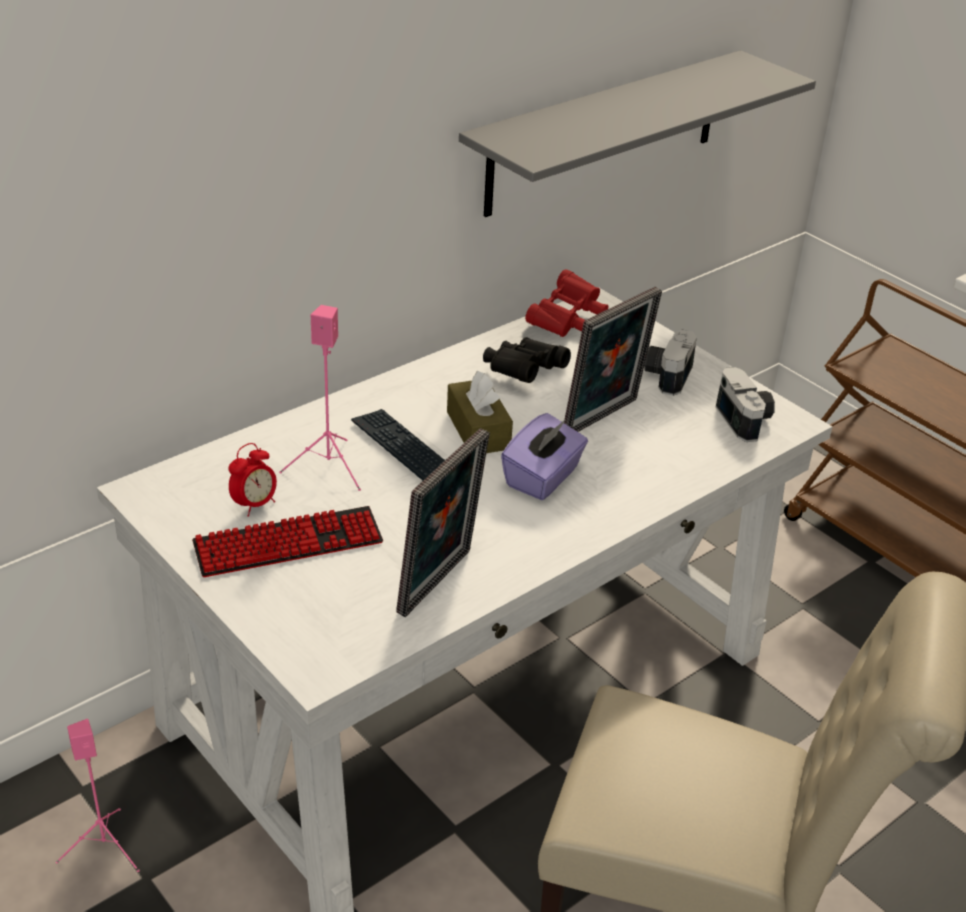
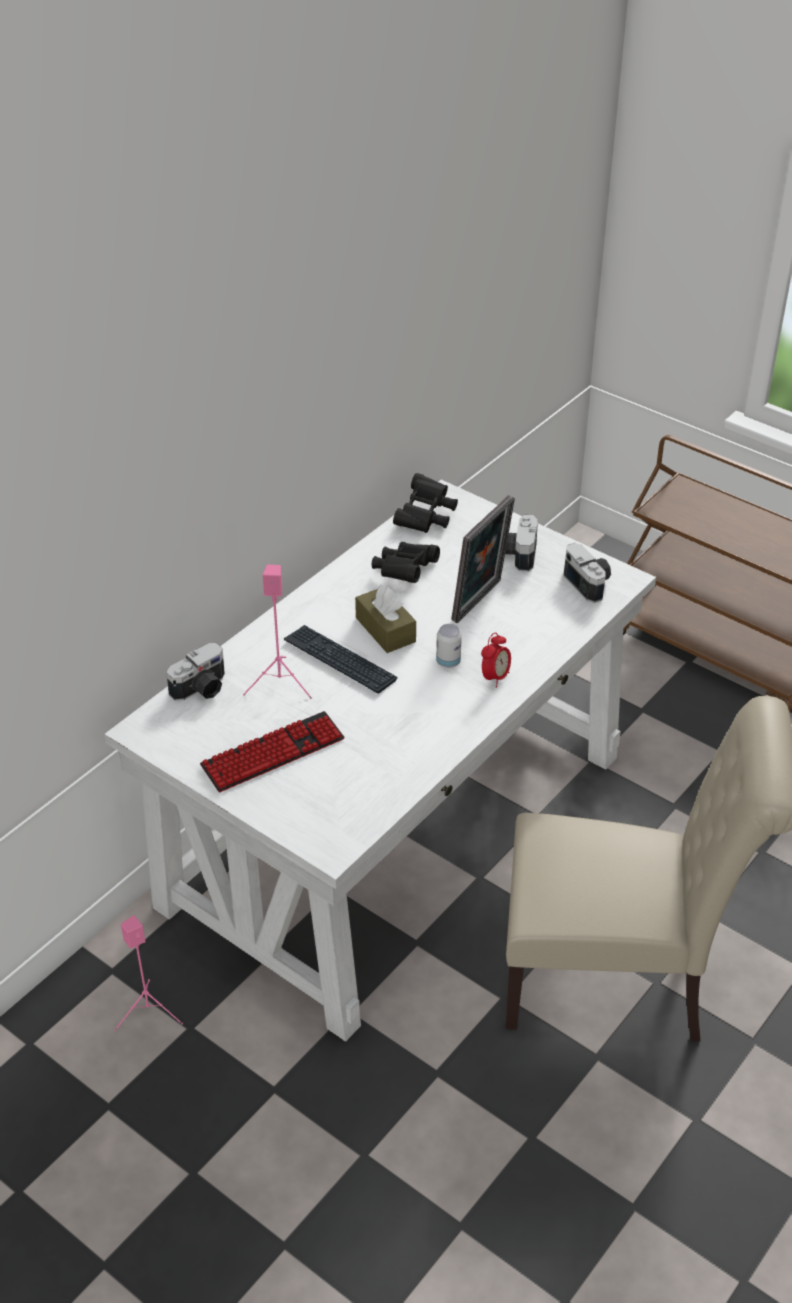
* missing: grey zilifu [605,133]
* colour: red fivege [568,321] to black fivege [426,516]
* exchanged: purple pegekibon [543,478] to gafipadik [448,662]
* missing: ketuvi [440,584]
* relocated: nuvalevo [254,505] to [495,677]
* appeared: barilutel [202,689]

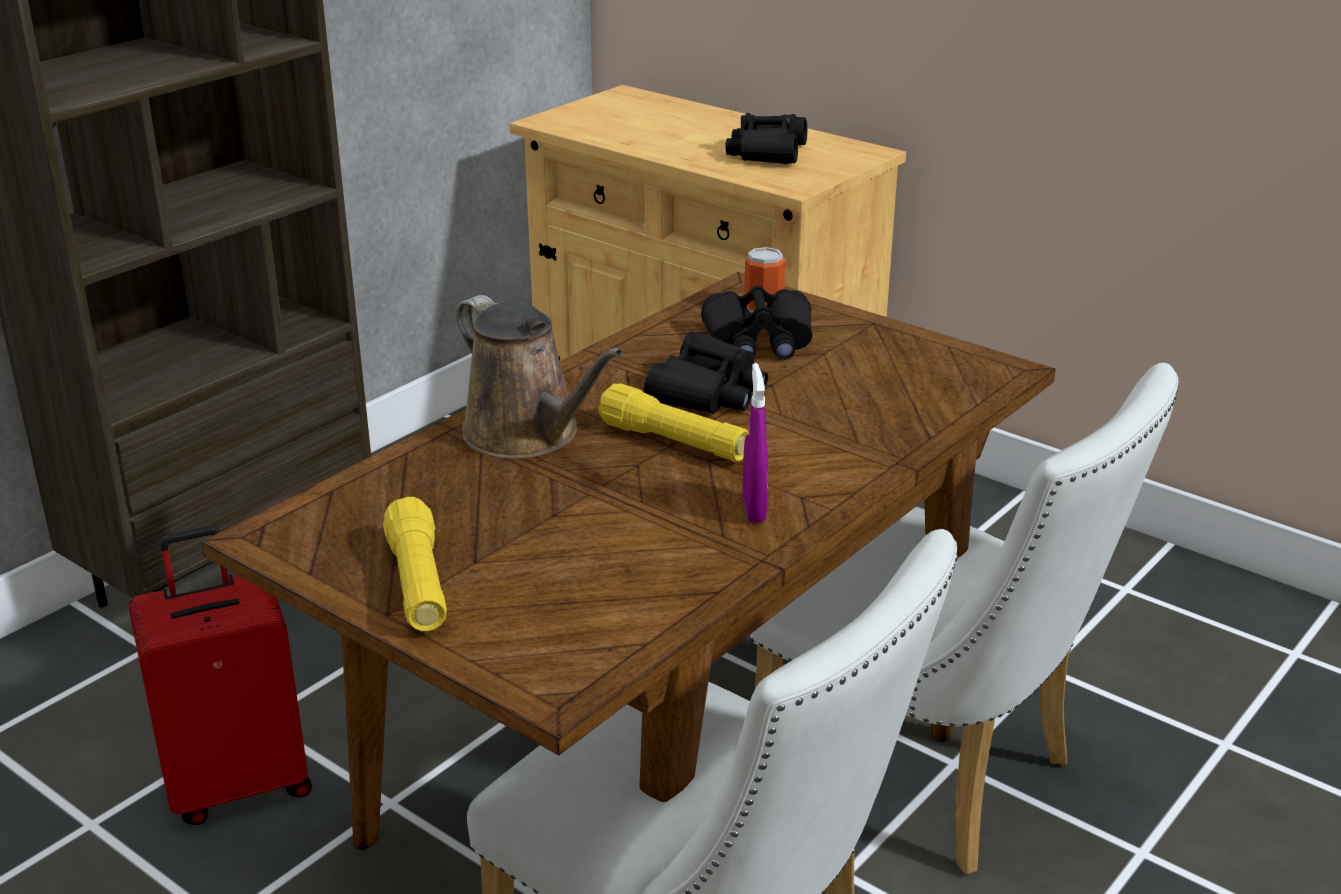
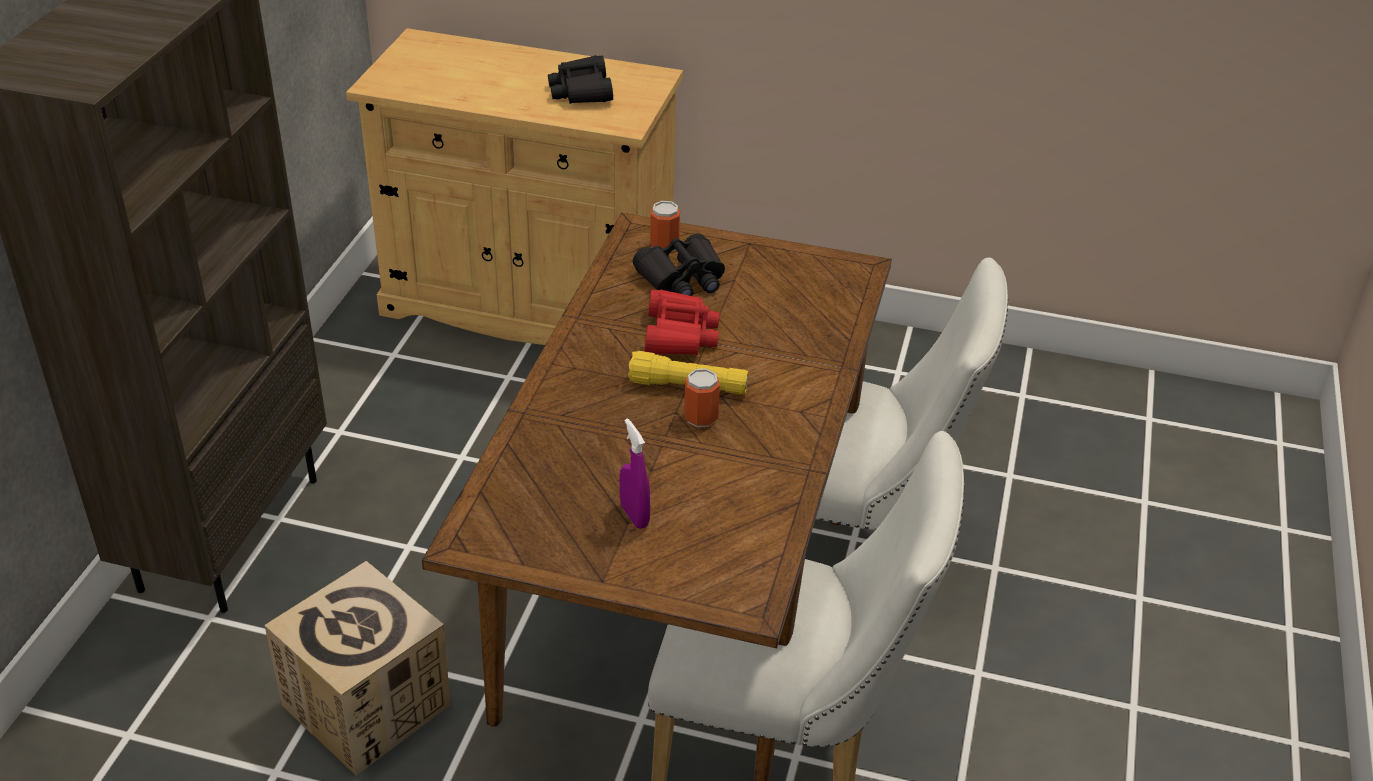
* missing: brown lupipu [528,435]
* colour: black fivege [708,392] to red fivege [679,335]
* relocated: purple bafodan [754,509] to [634,516]
* missing: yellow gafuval [418,584]
* exchanged: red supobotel [238,784] to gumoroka [367,705]
* appeared: gafipadik [700,417]

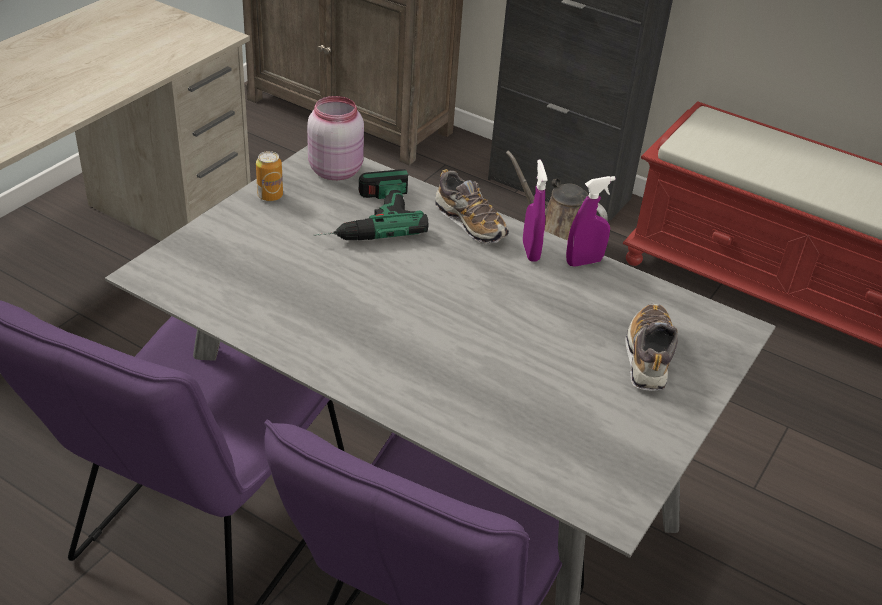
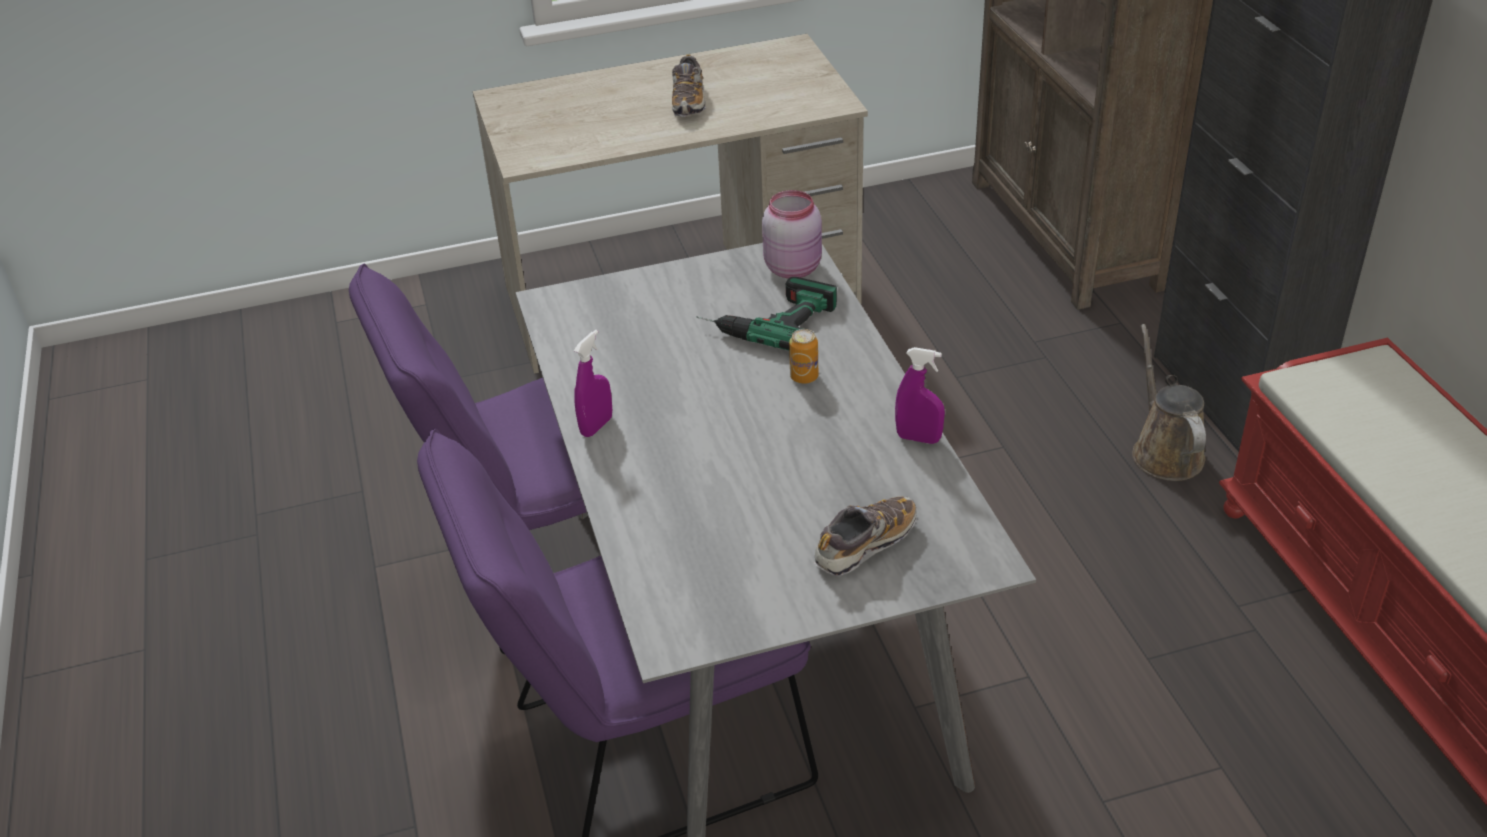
* relocated: gafipadik [270,196] to [804,377]
* relocated: purple bafodan [530,251] to [596,426]
* relocated: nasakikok [470,223] to [689,102]

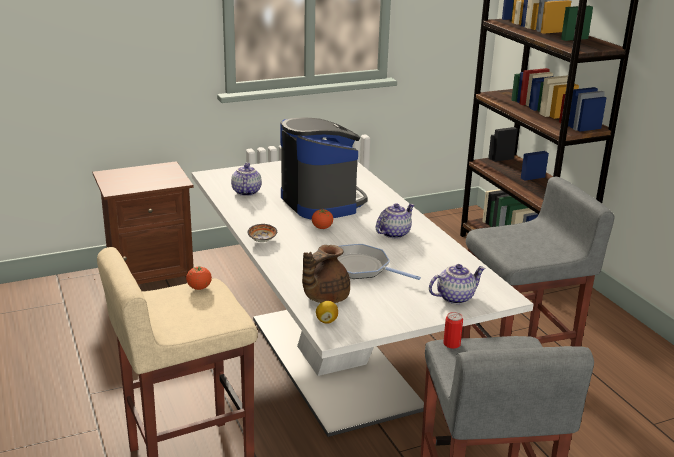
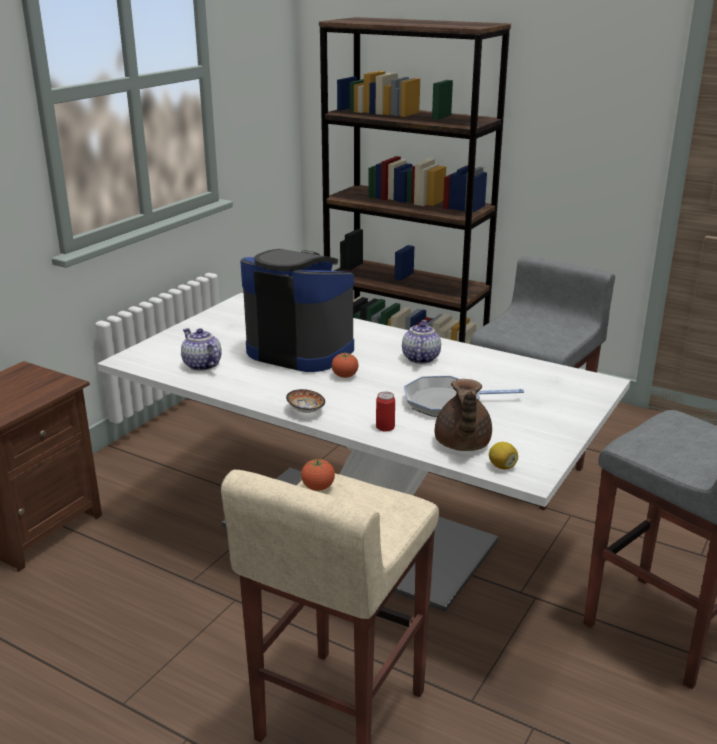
* missing: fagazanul [455,297]
* relocated: gafipadik [451,344] to [385,427]

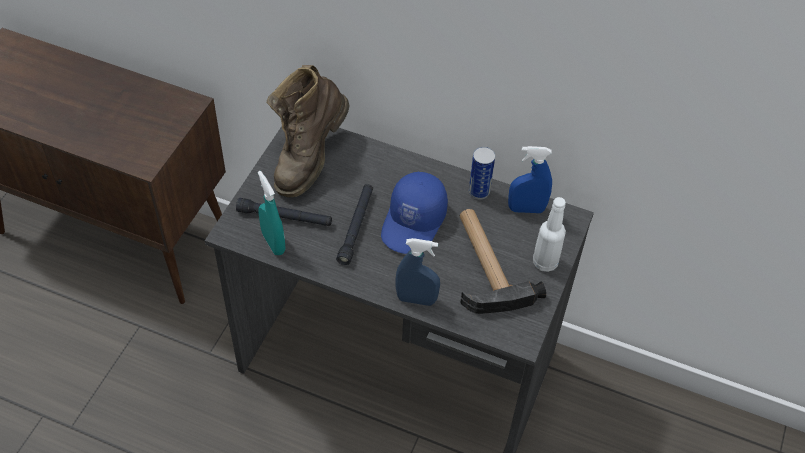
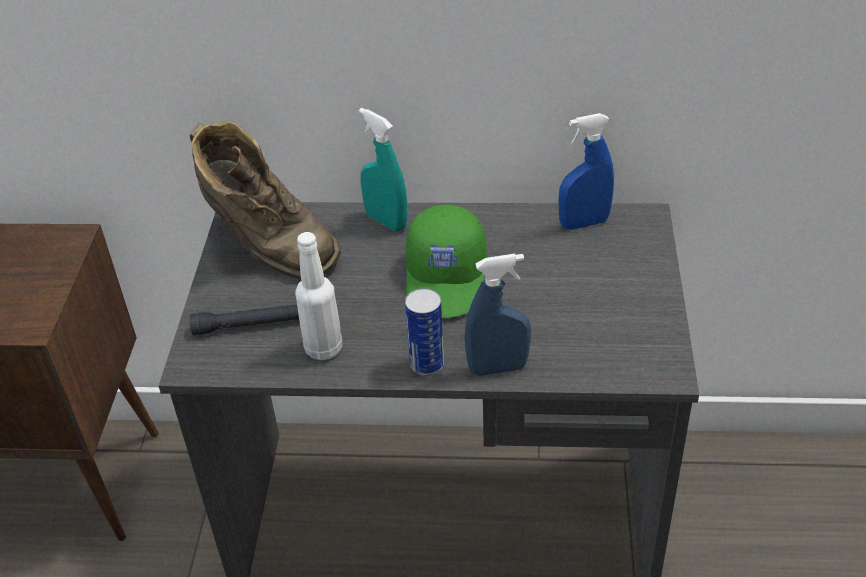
* spun: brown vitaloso [309,159] = [267,247] 60 degrees counterclockwise
* relocated: gafipadik [479,192] to [427,365]
* relocated: turquoise bafodan [273,243] to [386,221]
* colour: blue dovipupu [414,223] to green dovipupu [447,279]
* missing: black gafuval [356,227]
* relocated: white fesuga [545,262] to [324,348]
* missing: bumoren [485,264]

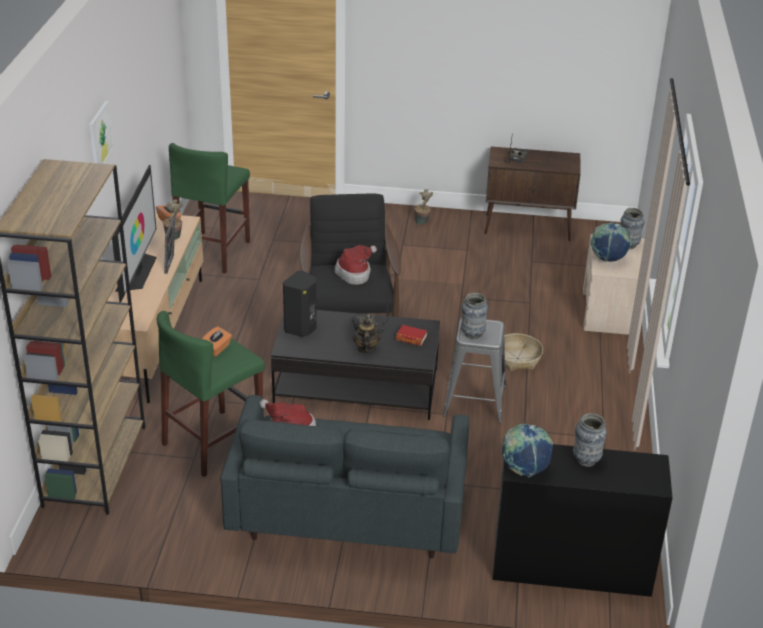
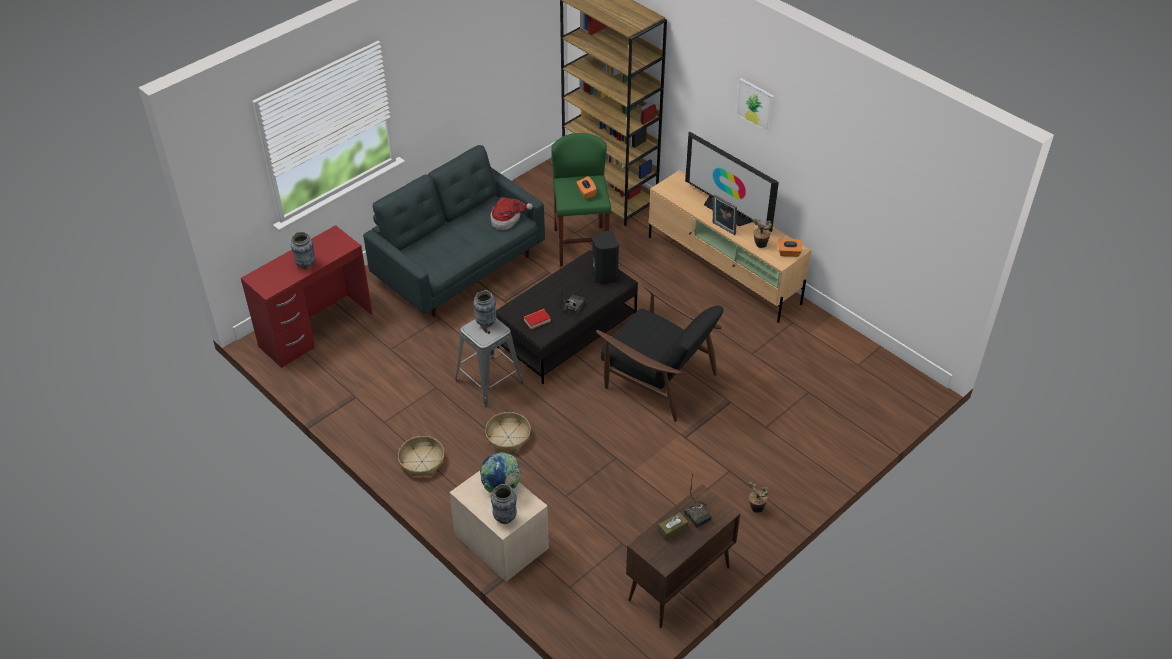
* missing: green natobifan [213,252]
* missing: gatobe [355,273]
* missing: fagazanul [365,349]
* missing: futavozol [524,470]
* colour: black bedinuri [571,566] to red bedinuri [316,330]
* appeared: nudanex [422,461]
* appeared: brown pegekibon [672,530]

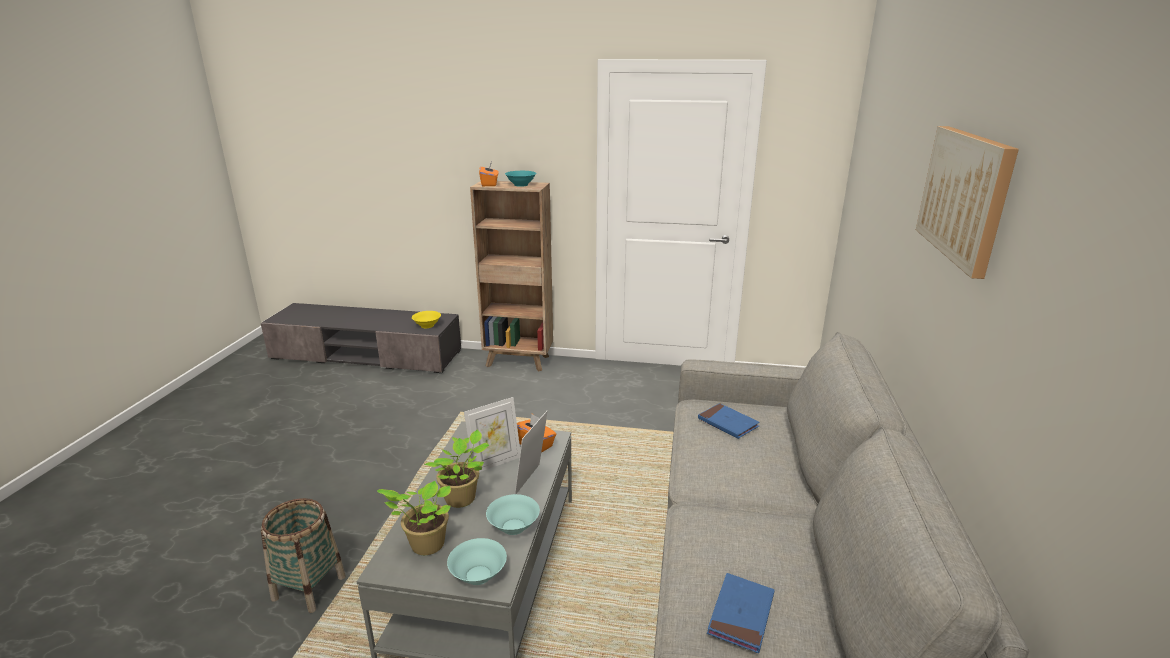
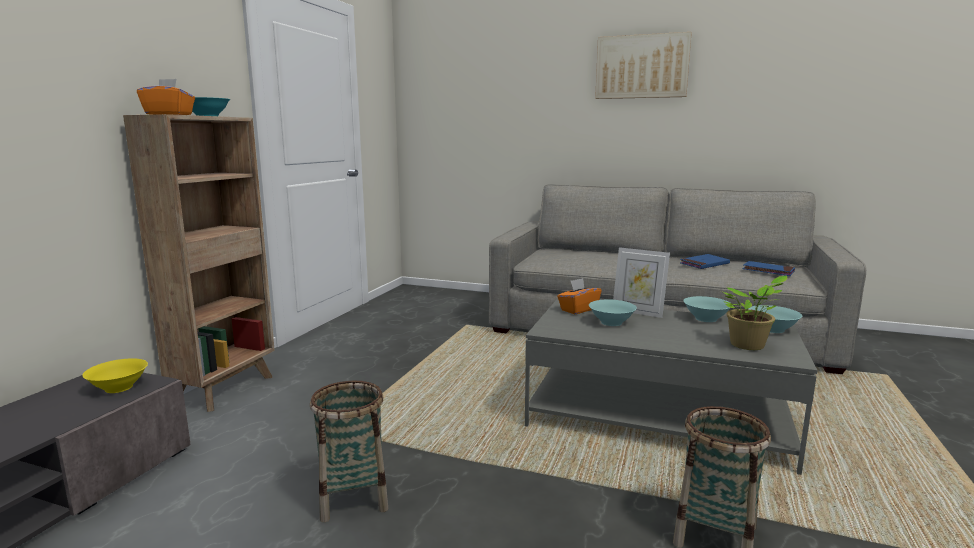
* exchanged: ketuvi [495,462] to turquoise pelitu [611,322]
* relocated: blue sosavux [728,423] to [704,264]
* missing: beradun [462,499]
* appeared: nudanex [353,497]

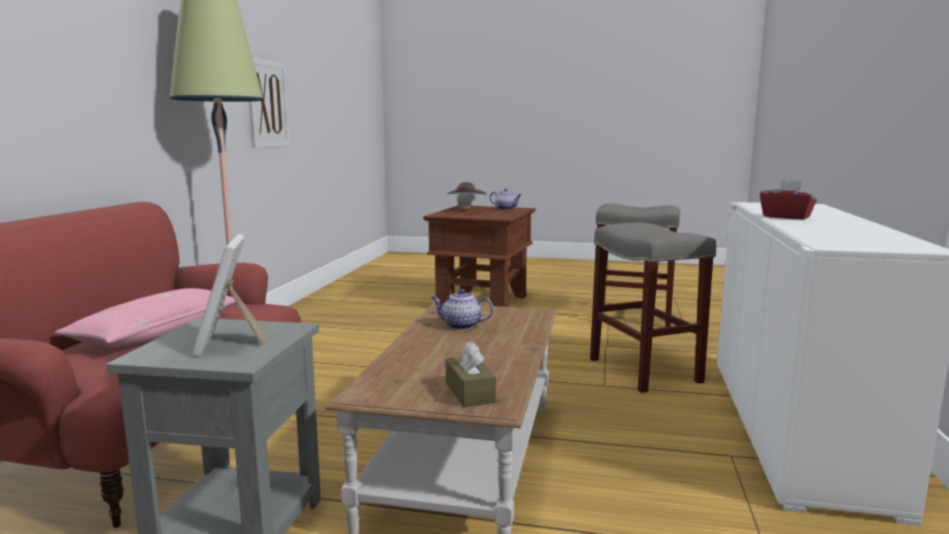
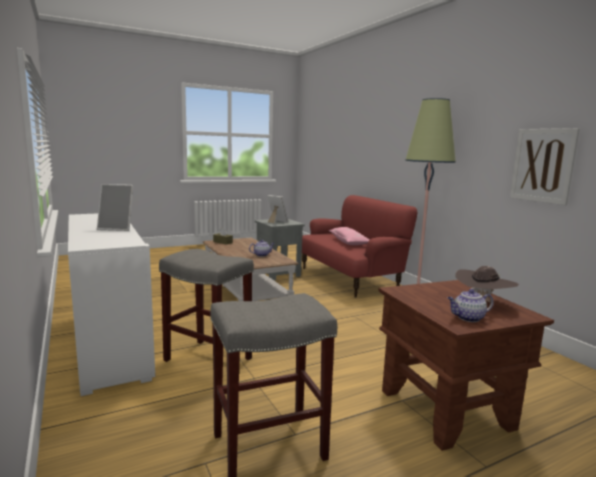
* exchanged: red pegekibon [786,217] to ketuvi [118,228]

